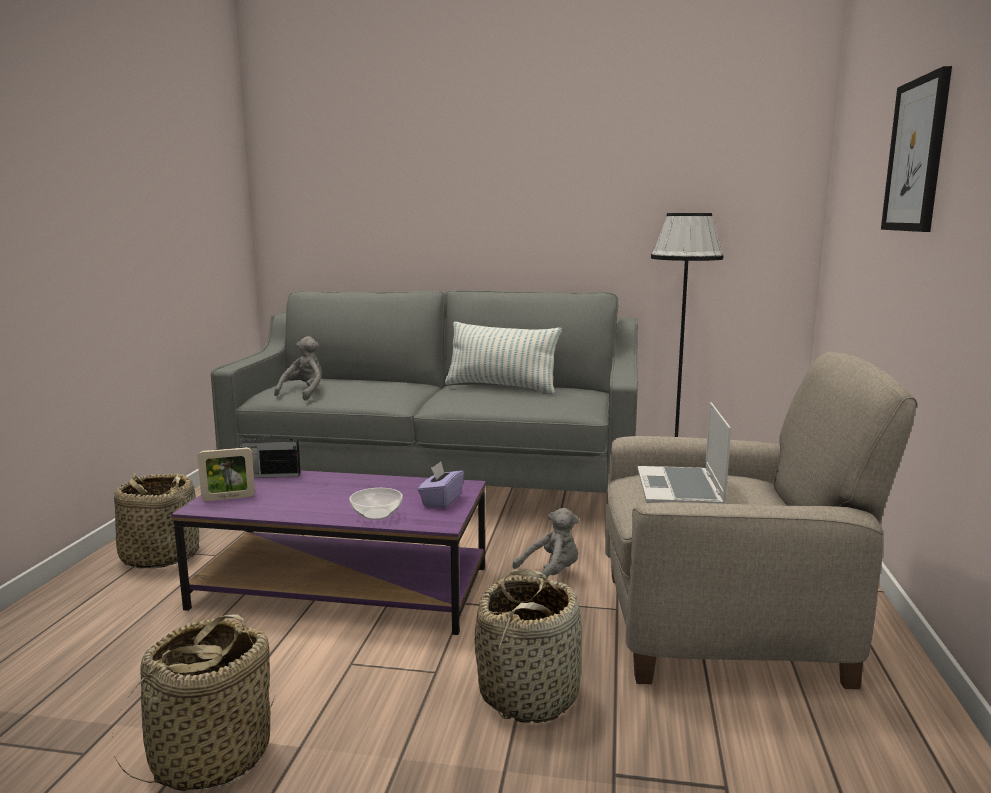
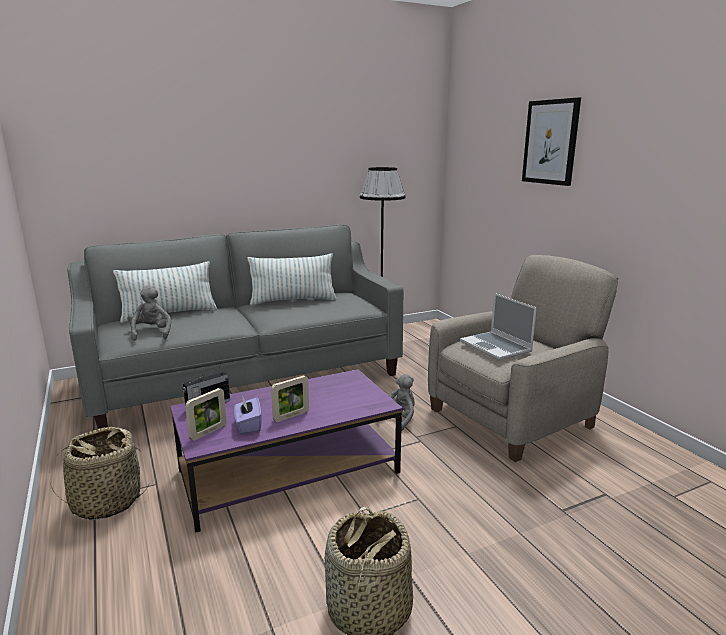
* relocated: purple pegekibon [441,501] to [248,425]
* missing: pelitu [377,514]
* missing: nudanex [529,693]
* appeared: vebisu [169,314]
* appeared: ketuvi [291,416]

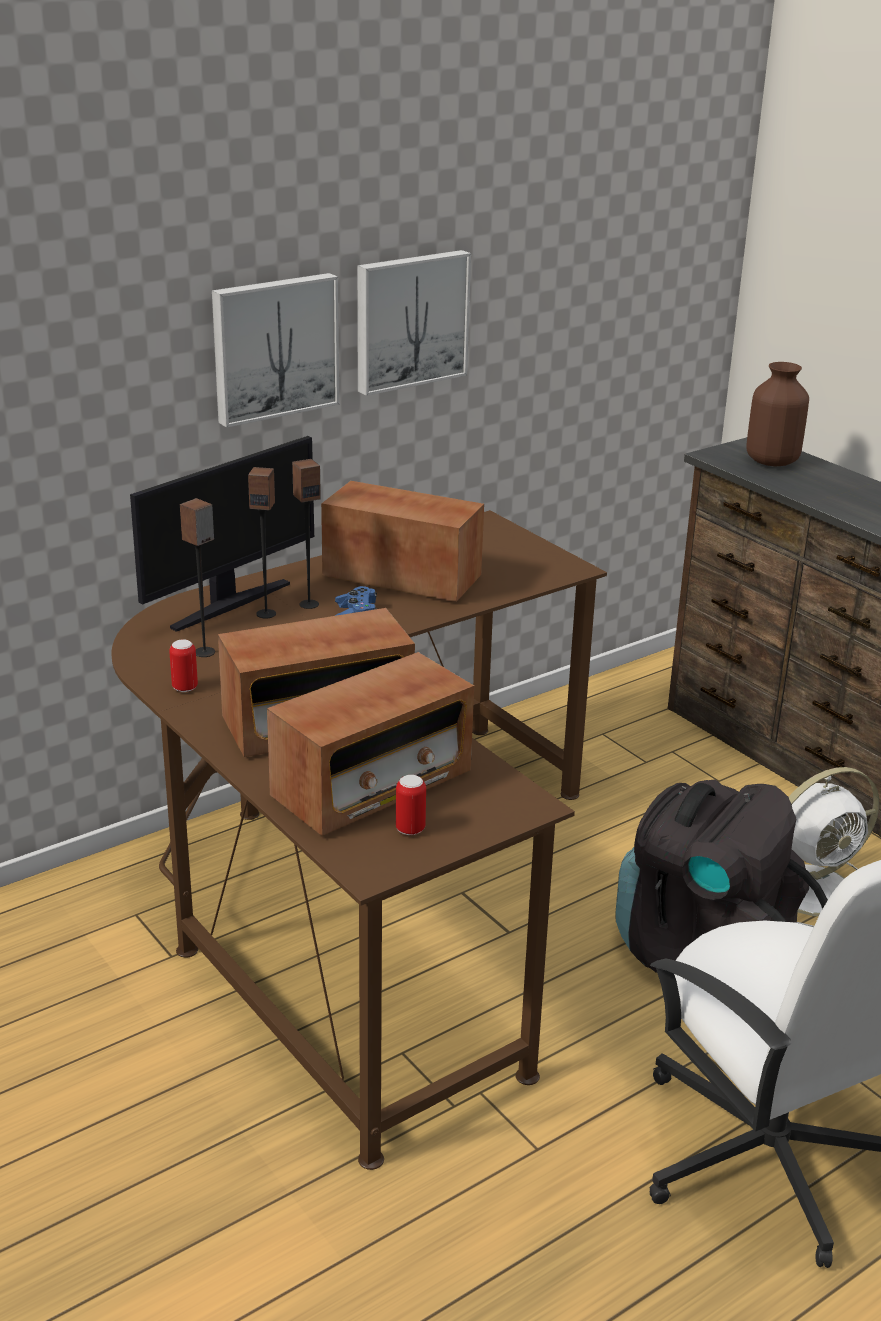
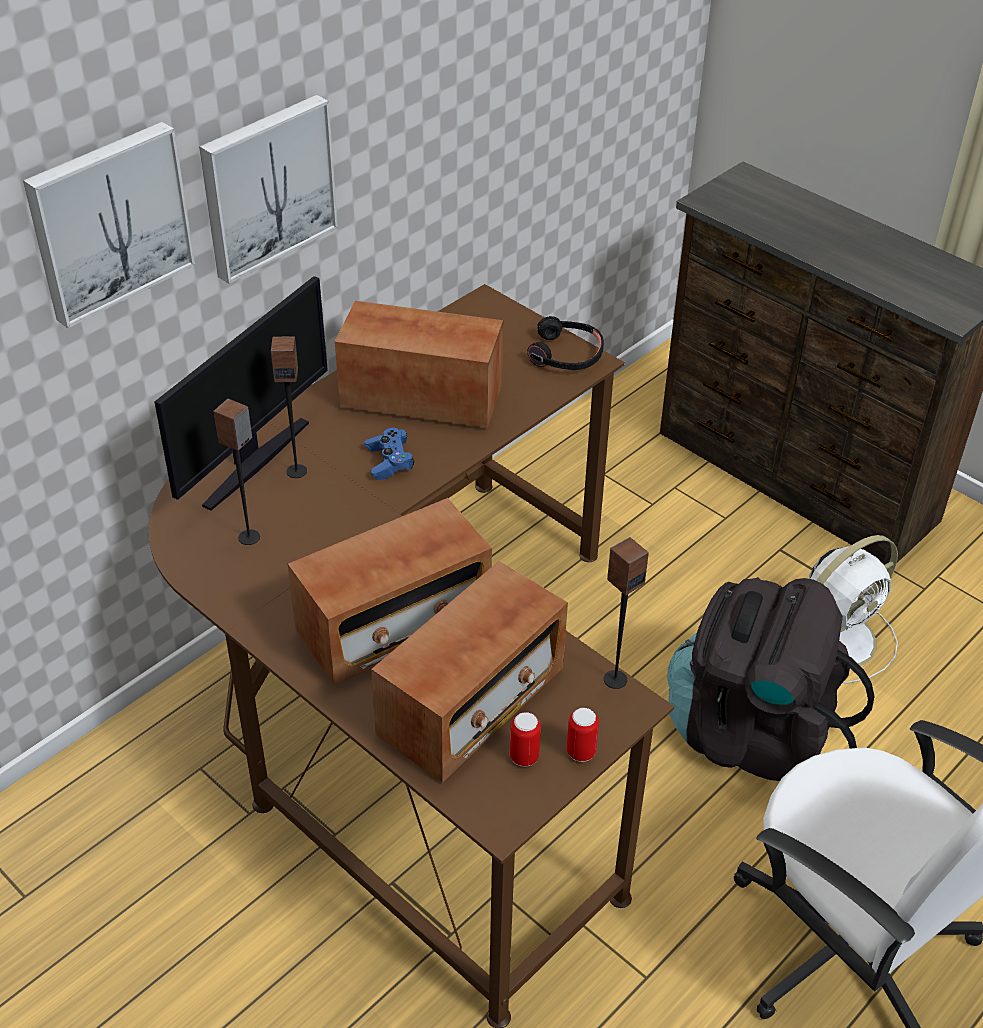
* relocated: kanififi [409,320] to [108,221]
* missing: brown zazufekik [771,461]
* relocated: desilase [309,604] to [615,679]
* relocated: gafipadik [185,687] to [580,752]
* appeared: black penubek [566,355]

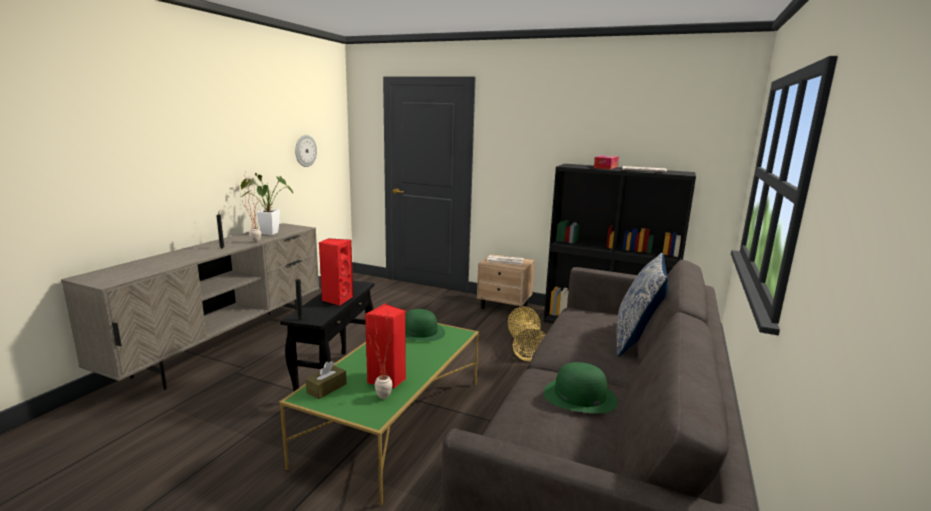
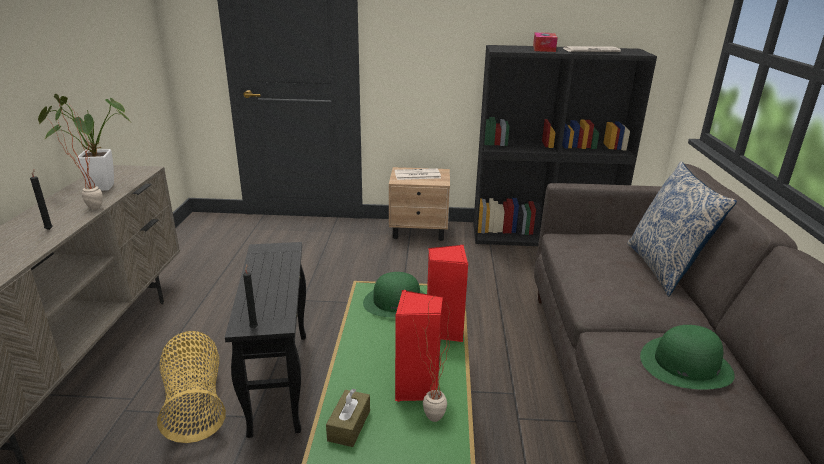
* missing: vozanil [305,151]
* relocated: red desilase [337,299] to [444,330]
* relocated: nudanex [525,346] to [195,403]

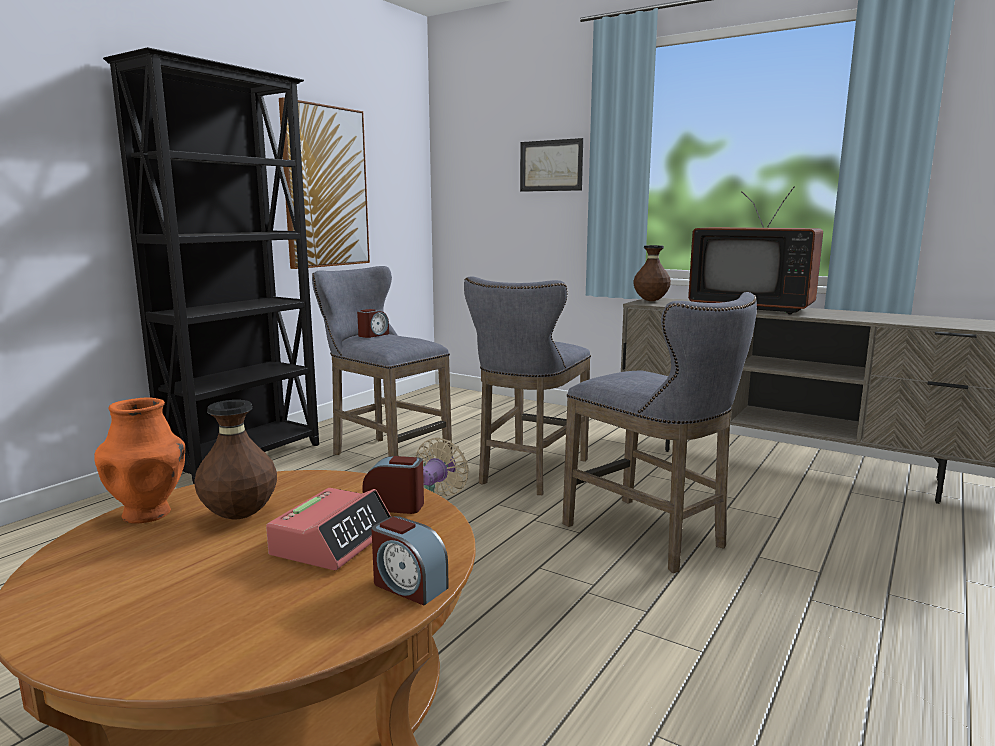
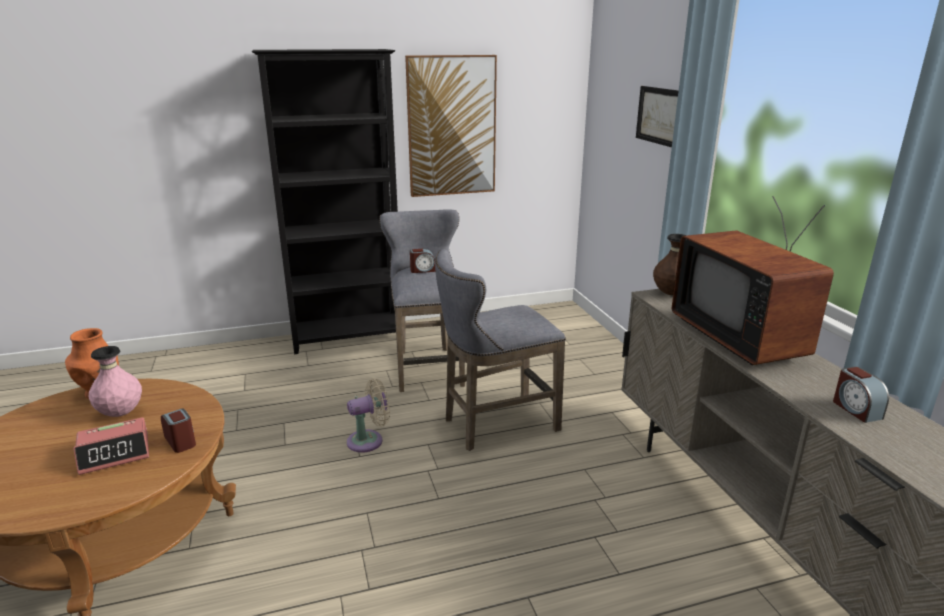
* missing: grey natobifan [651,537]
* colour: brown zazufekik [240,516] to pink zazufekik [121,413]
* relocated: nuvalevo [408,586] to [856,409]

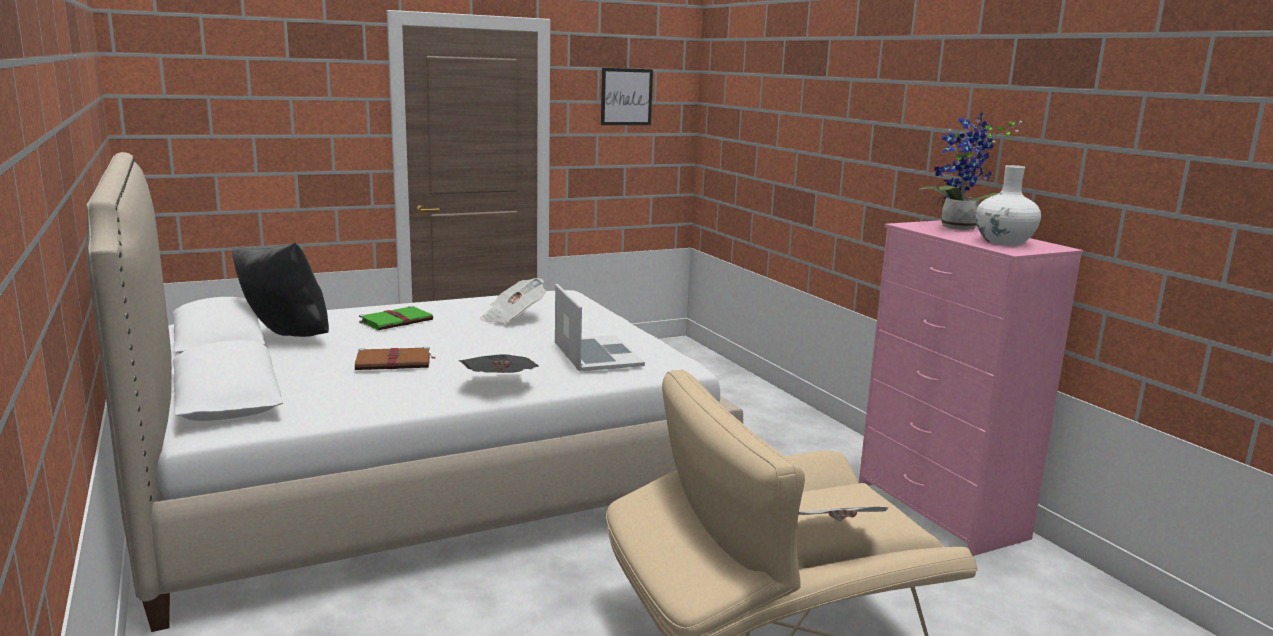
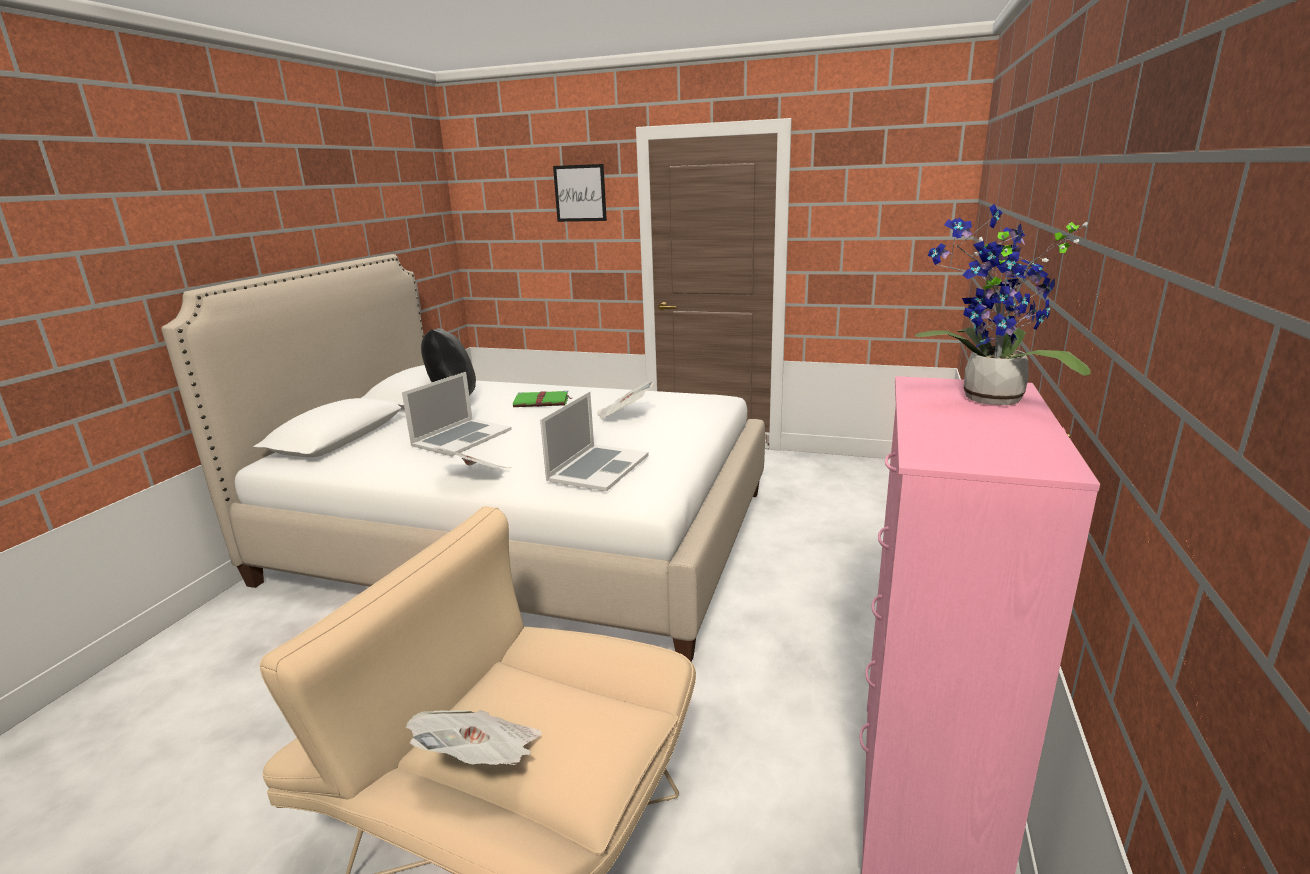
* relocated: kanififi [626,97] to [580,193]
* missing: white zazufekik [1004,242]
* exchanged: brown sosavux [395,362] to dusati [461,437]

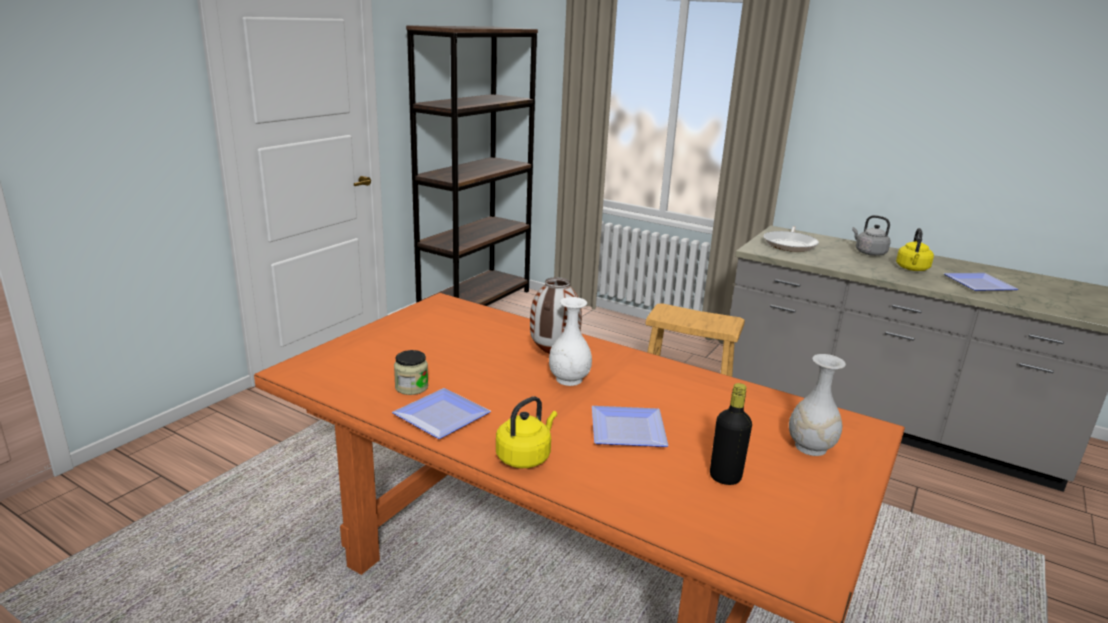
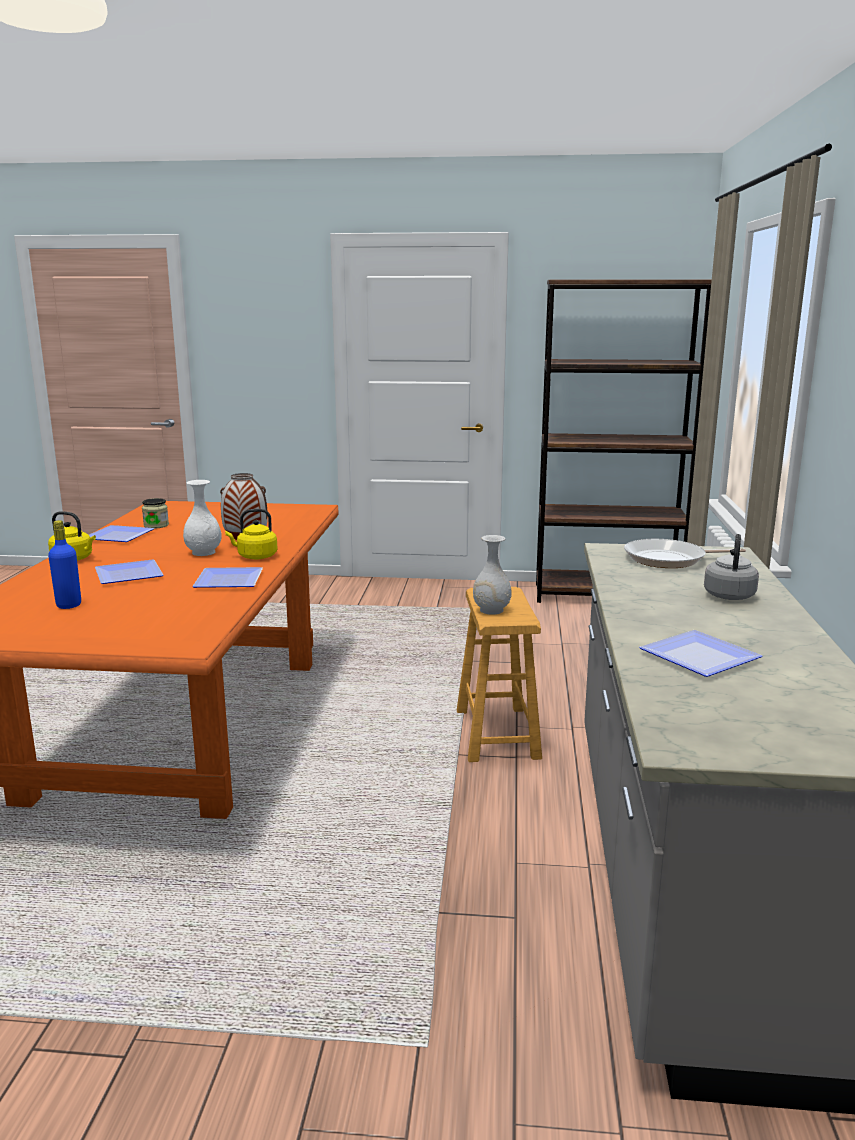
* relocated: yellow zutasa [912,269] to [255,556]
* relocated: white zazufekik [809,447] to [491,610]
* colour: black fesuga [725,477] to blue fesuga [69,605]
* appeared: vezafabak [226,582]

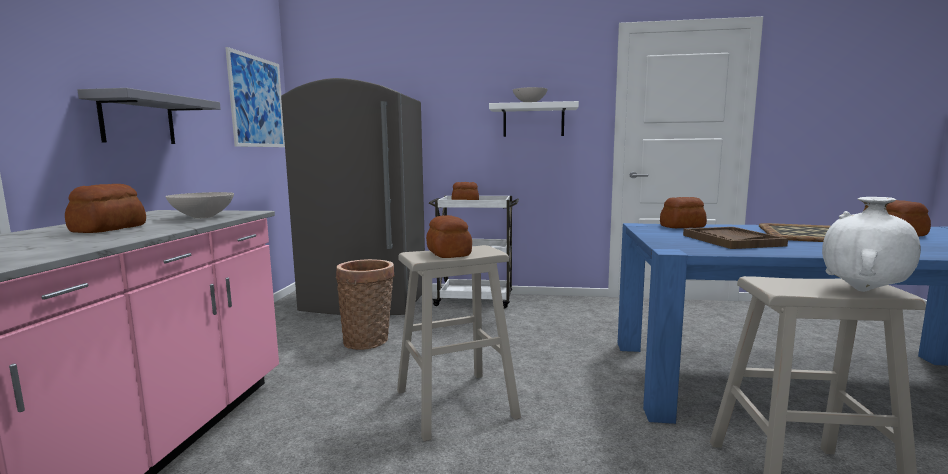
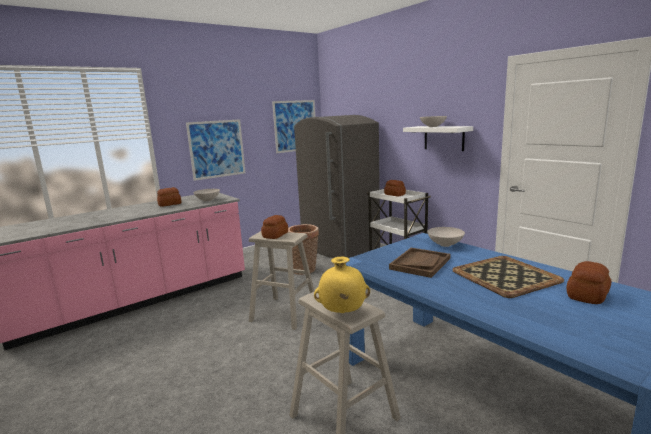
* exchanged: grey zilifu [138,120] to kanififi [217,149]
* exchanged: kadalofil [681,226] to white pelitu [445,244]
* colour: white zazufekik [863,291] to yellow zazufekik [342,313]

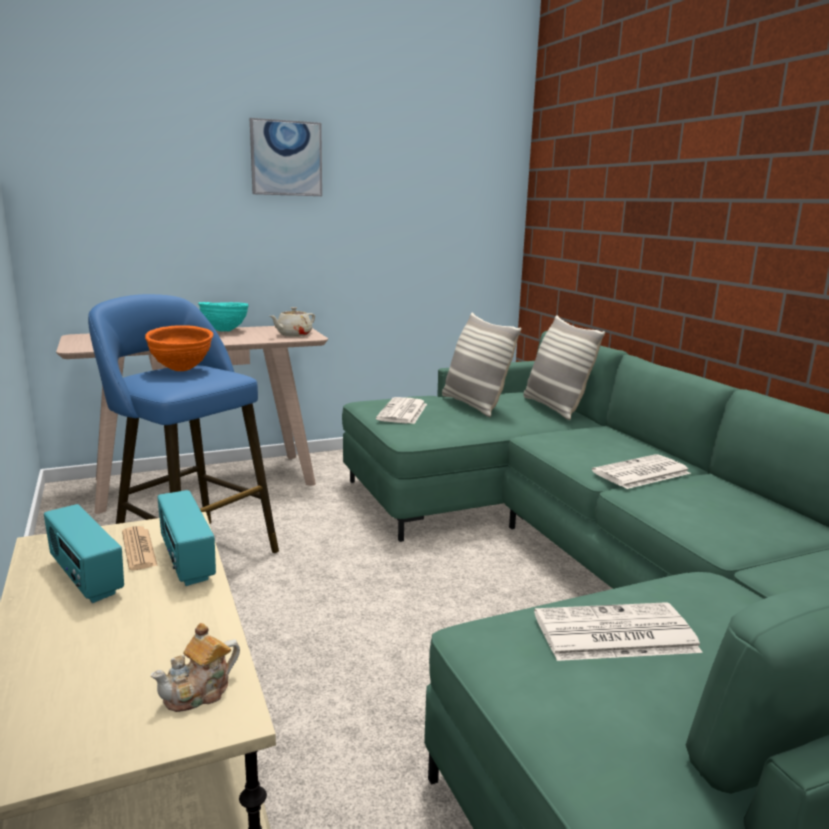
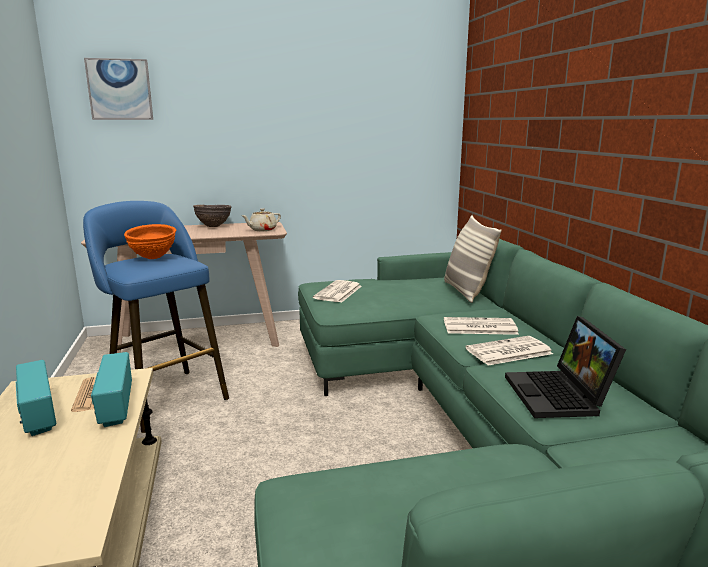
* relocated: kanififi [286,158] to [120,89]
* colour: turquoise pelitu [225,331] to brown pelitu [213,226]
* missing: vebisu [474,405]
* relocated: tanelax [613,634] to [479,327]
* missing: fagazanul [199,692]
* appeared: dusati [560,396]

